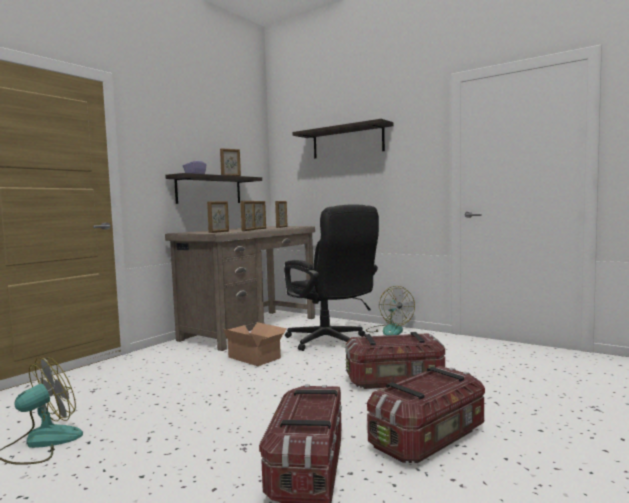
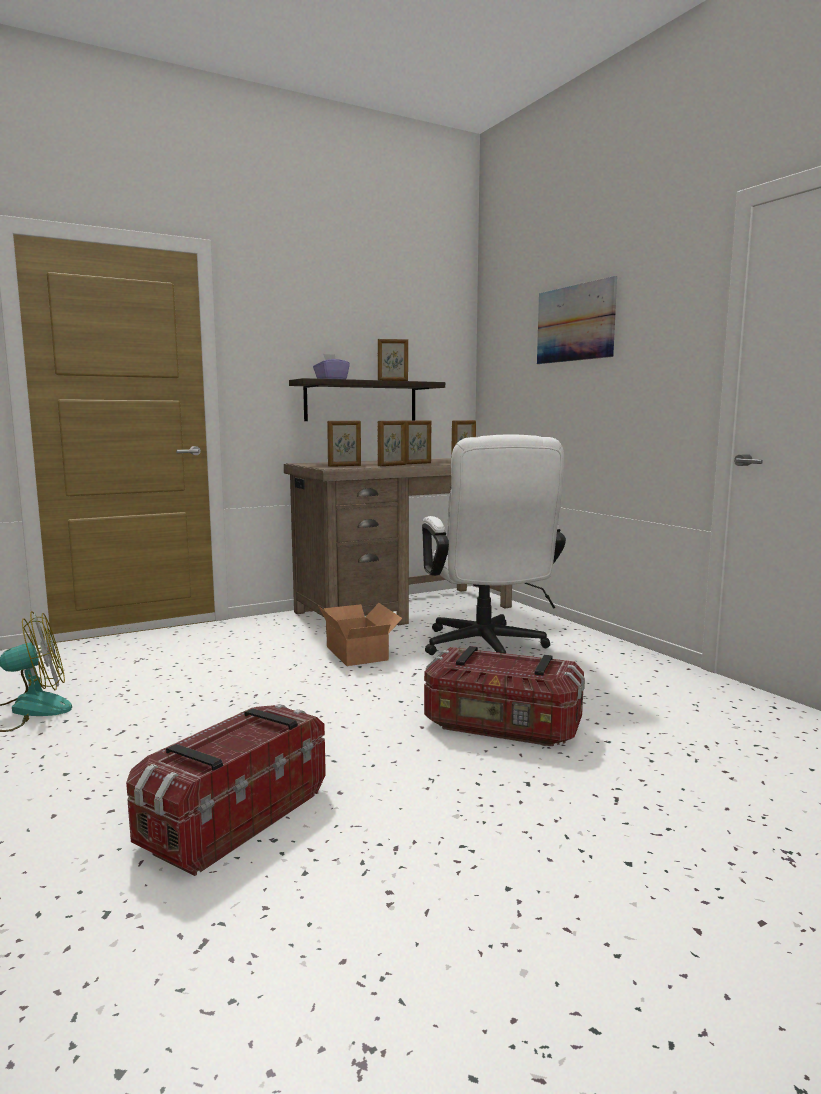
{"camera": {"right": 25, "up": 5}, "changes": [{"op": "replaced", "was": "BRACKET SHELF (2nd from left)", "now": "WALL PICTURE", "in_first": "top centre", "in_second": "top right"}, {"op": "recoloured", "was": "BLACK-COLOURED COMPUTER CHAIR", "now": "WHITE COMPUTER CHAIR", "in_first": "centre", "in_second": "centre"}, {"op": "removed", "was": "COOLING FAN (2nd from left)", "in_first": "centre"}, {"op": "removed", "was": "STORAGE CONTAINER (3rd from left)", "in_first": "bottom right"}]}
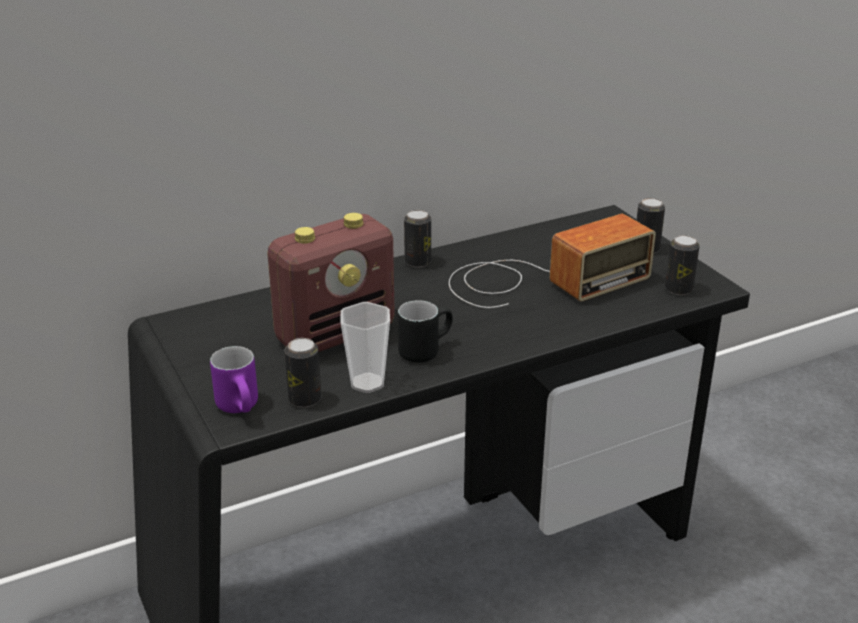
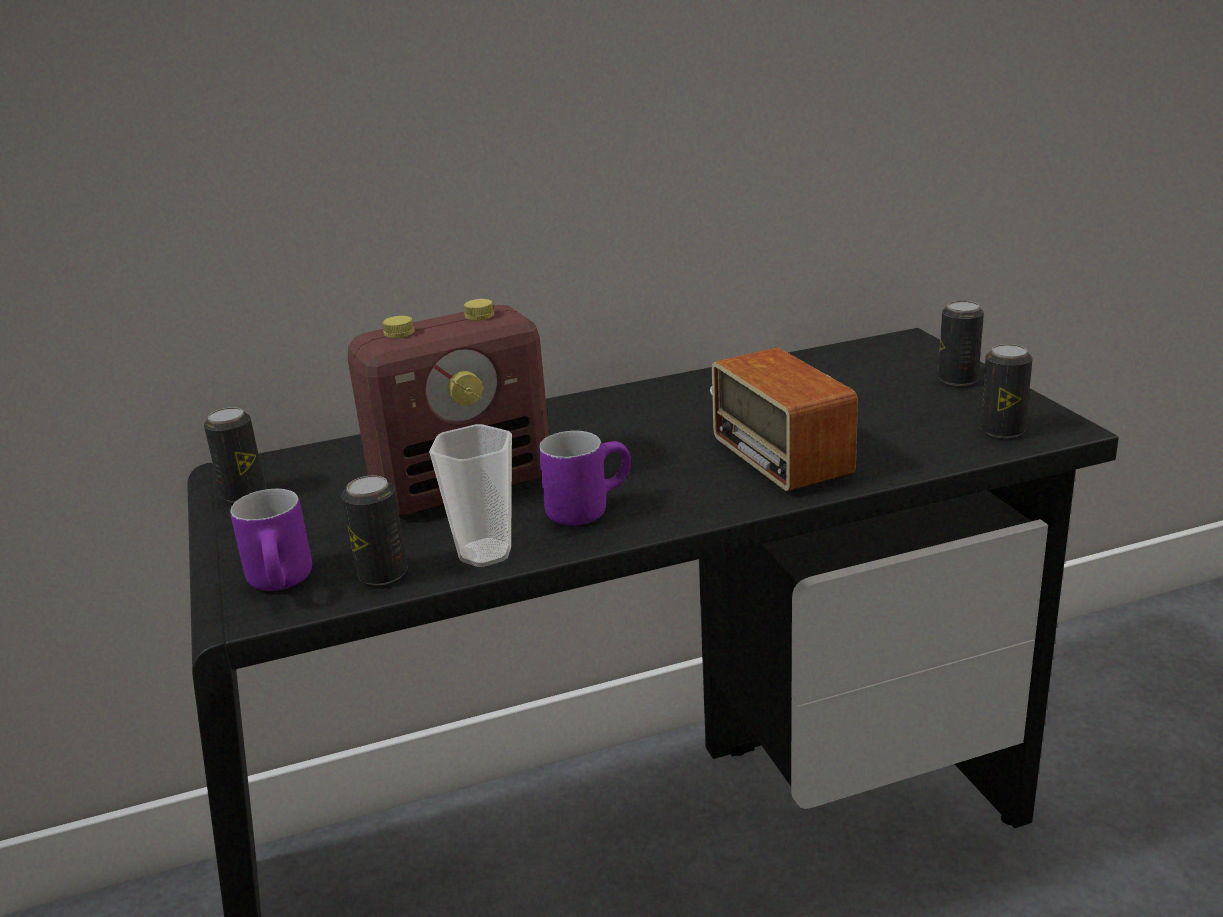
{"camera": {"right": 10, "up": -5}, "changes": [{"op": "moved", "was": "METAL CAN (2nd from left in the first image)", "now": "METAL CAN (1st from left)", "in_first": "centre", "in_second": "middle left"}, {"op": "turned", "was": "RADIO (2nd from left)", "in_first": "centre", "in_second": "centre", "clockwise": 90}, {"op": "recoloured", "was": "BLACK-COLOURED TEA MUG", "now": "PURPLE-COLOURED TEA MUG (2nd from left)", "in_first": "centre", "in_second": "centre"}]}
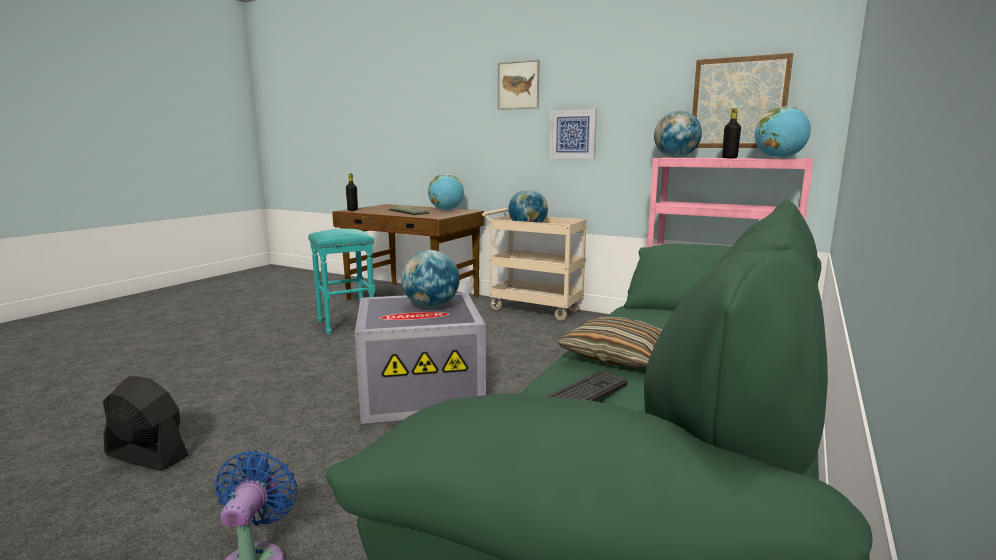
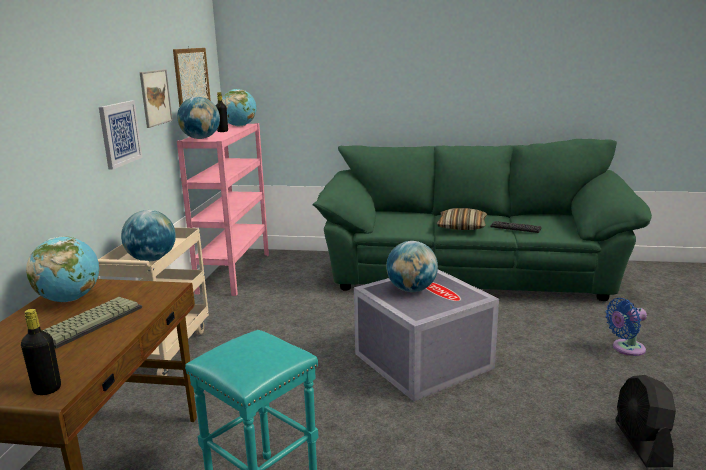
{"camera": {"right": -110, "up": 5}, "changes": [{"op": "moved", "was": "WALL PICTURE (1st from left in the first image)", "now": "WALL PICTURE (2nd from left)", "in_first": "top centre", "in_second": "top left"}]}
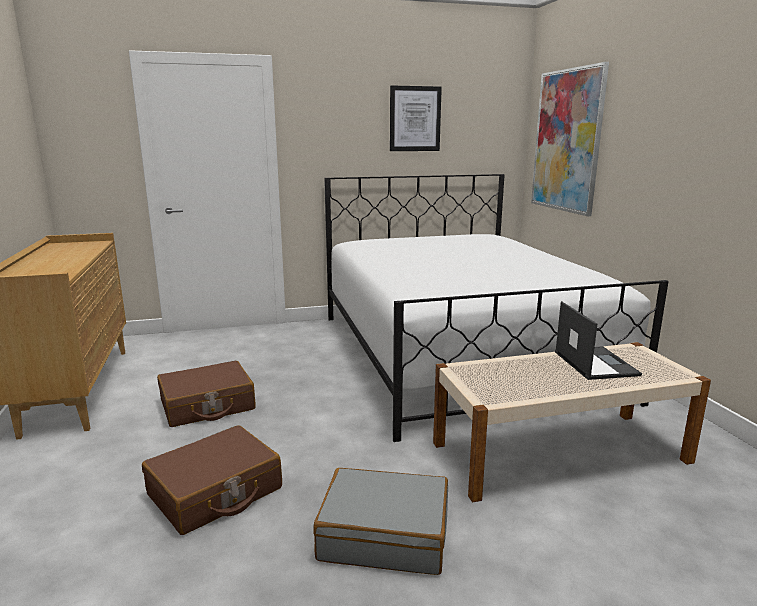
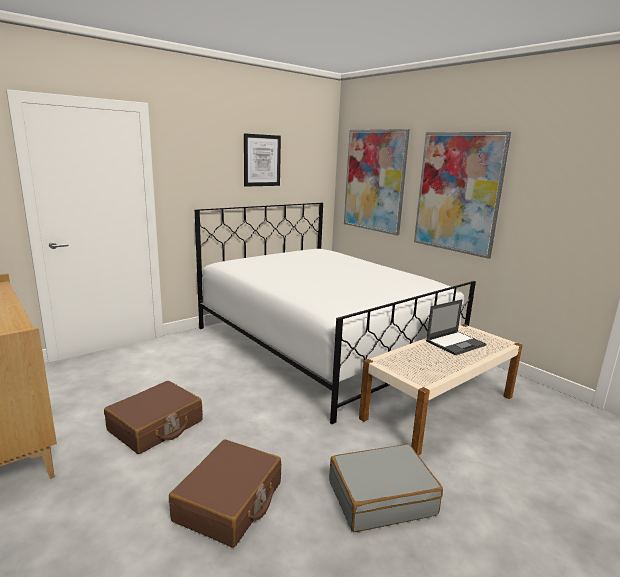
{"camera": {"right": -25, "up": 0}, "changes": [{"op": "turned", "was": "LAPTOP", "in_first": "middle right", "in_second": "middle right", "clockwise": 90}, {"op": "added", "now": "WALL PICTURE (3rd from left)", "in_second": "middle right"}]}
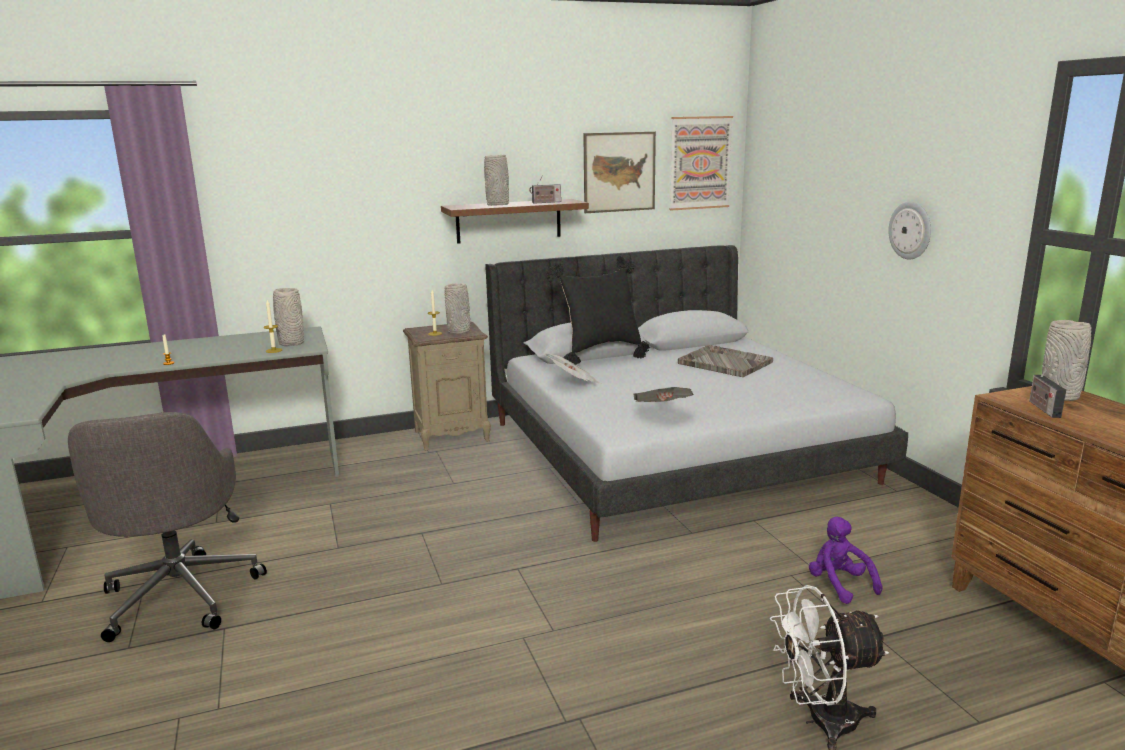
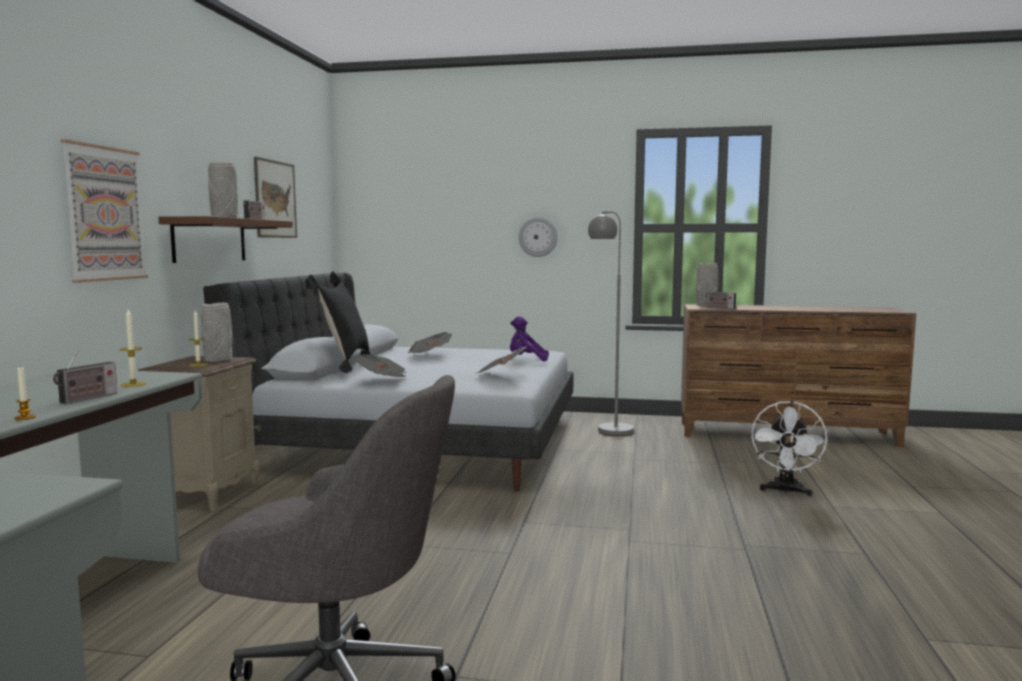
{"camera": {"right": -60, "up": -10}, "changes": [{"op": "moved", "was": "WALL PICTURE (2nd from left in the first image)", "now": "WALL PICTURE (1st from left)", "in_first": "top centre", "in_second": "top left"}, {"op": "removed", "was": "GREY VASE (1st from left)", "in_first": "middle left"}, {"op": "replaced", "was": "GREY TRAY", "now": "PRINTED PAPER (2nd from left)", "in_first": "centre", "in_second": "centre"}, {"op": "moved", "was": "PURPLE-COLOURED PLUSH TOY", "in_first": "bottom right", "in_second": "centre"}, {"op": "added", "now": "GREY FLOOR LAMP", "in_second": "centre"}, {"op": "added", "now": "RADIO (1st from left)", "in_second": "middle left"}]}
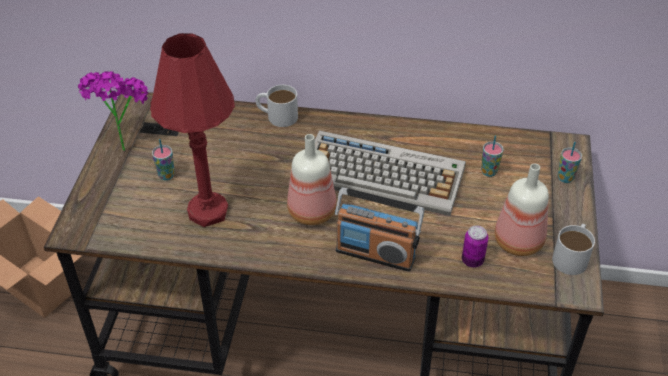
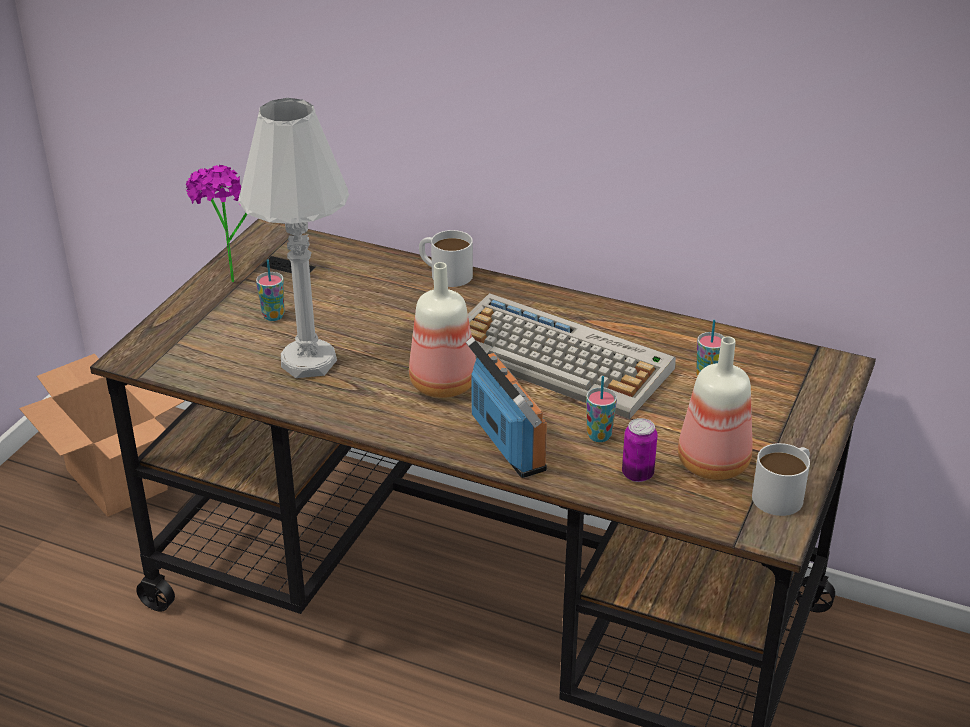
{"camera": {"right": 15, "up": -10}, "changes": [{"op": "recoloured", "was": "REDDISH LAMP FOR A TABLE", "now": "WHITE LAMP FOR A TABLE", "in_first": "middle left", "in_second": "top left"}, {"op": "moved", "was": "CUP (3rd from left in the first image)", "now": "CUP (2nd from left)", "in_first": "middle right", "in_second": "centre"}, {"op": "turned", "was": "RADIO", "in_first": "centre", "in_second": "centre", "clockwise": -150}]}
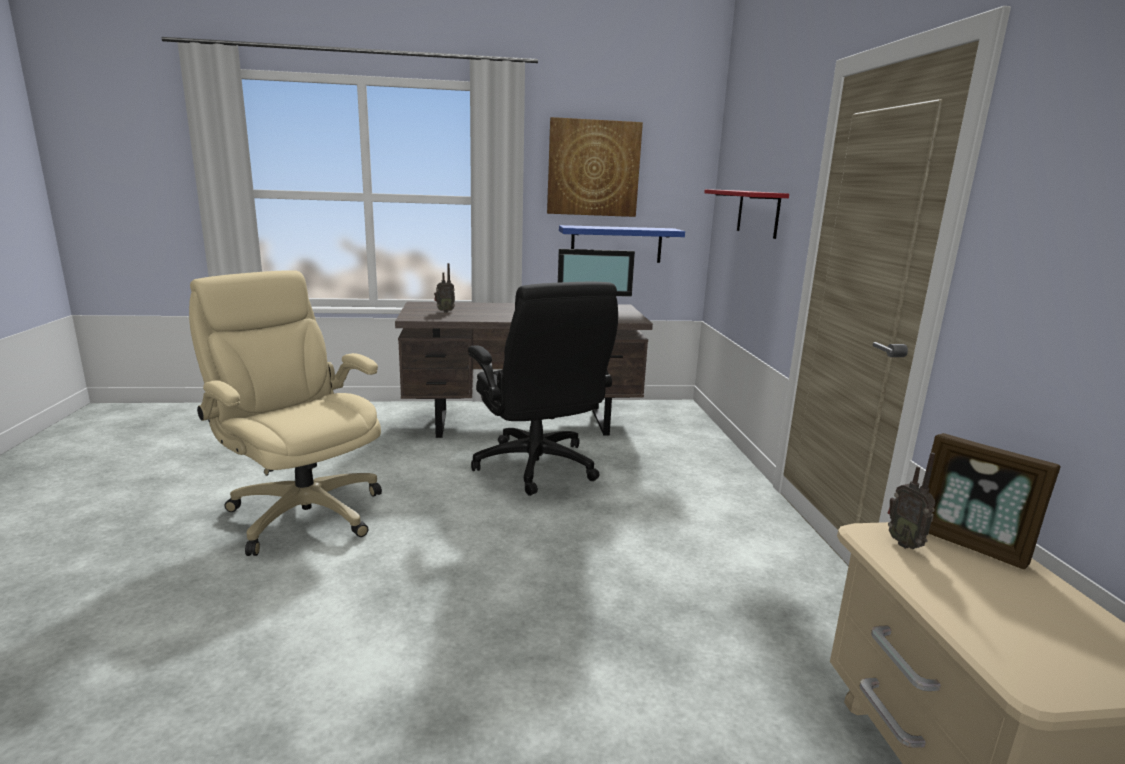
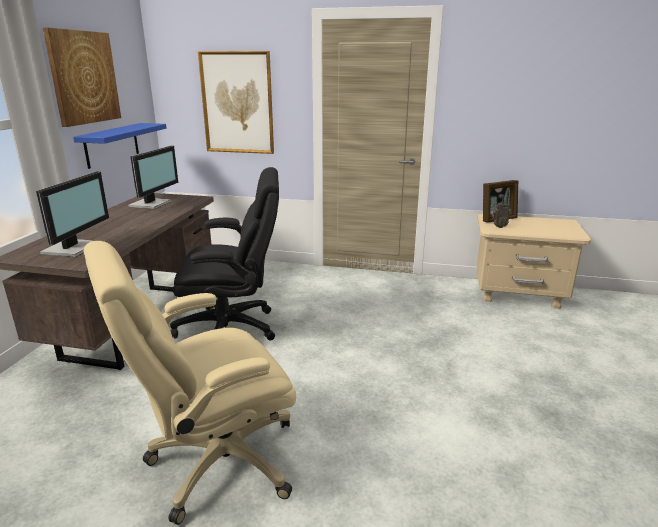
{"camera": {"right": -70, "up": 5}, "changes": [{"op": "replaced", "was": "REDDISH BRACKET SHELF", "now": "WALL PICTURE (2nd from left)", "in_first": "top centre", "in_second": "top centre"}, {"op": "replaced", "was": "RADIO (1st from left)", "now": "COMPUTER SCREEN (1st from left)", "in_first": "centre", "in_second": "middle left"}]}
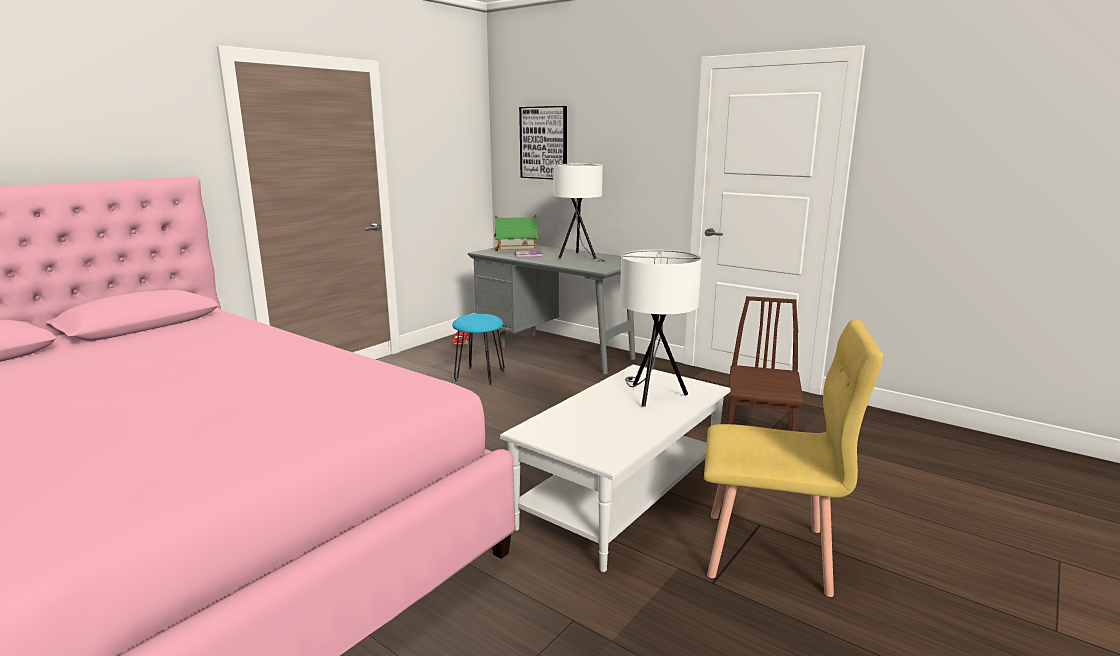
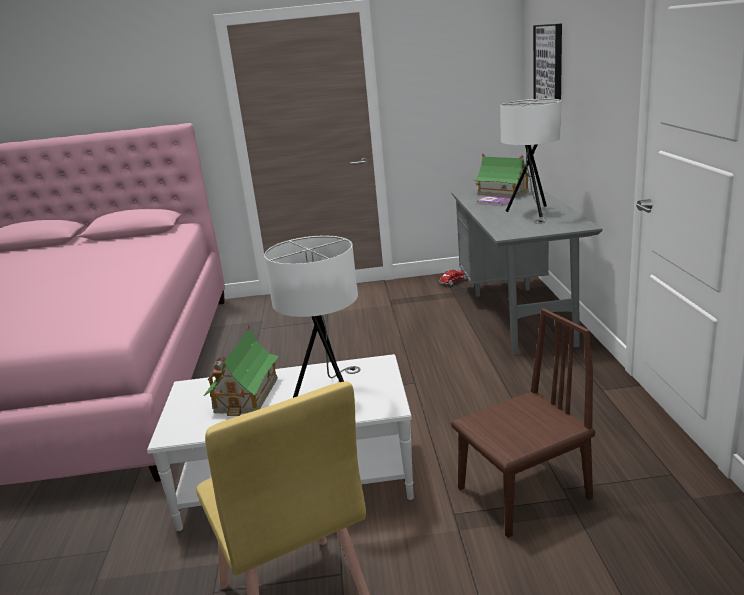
{"camera": {"right": 50, "up": 5}, "changes": [{"op": "removed", "was": "BLUE-GREEN SITTING STOOL", "in_first": "centre"}, {"op": "added", "now": "MODEL HOUSE (1st from left)", "in_second": "middle left"}]}
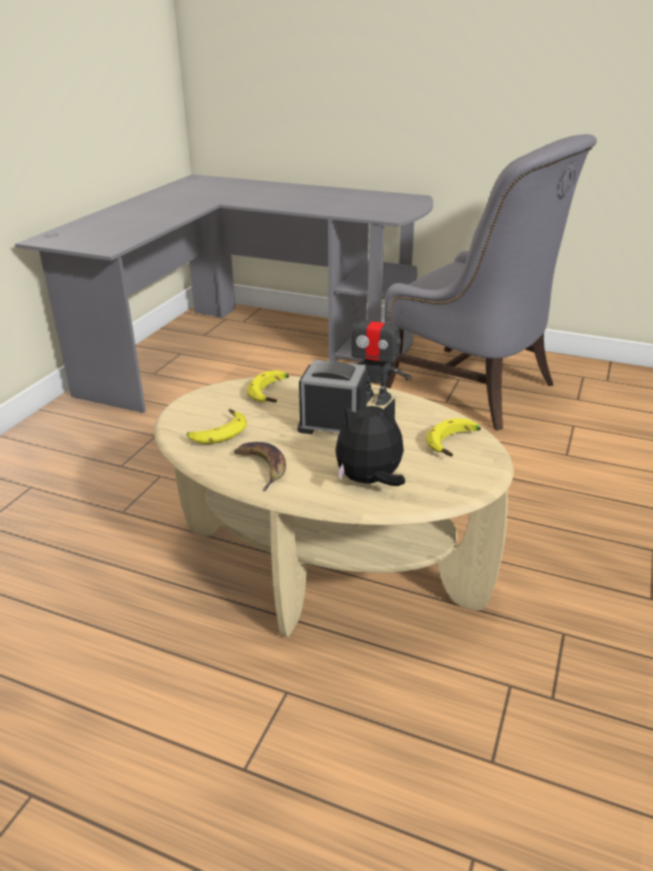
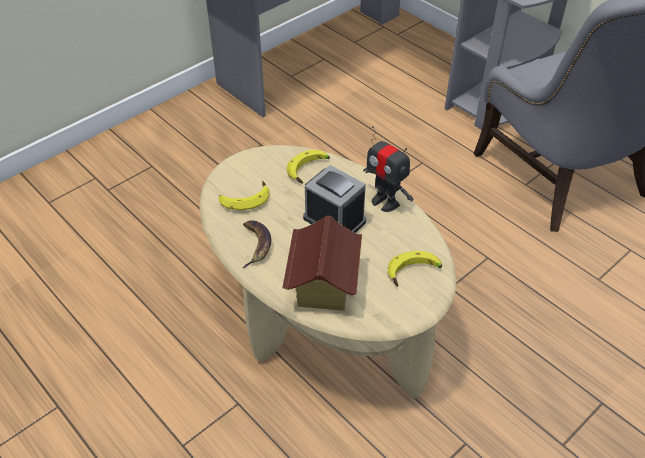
{"camera": {"right": 25, "up": 15}, "changes": [{"op": "replaced", "was": "PLUSH TOY", "now": "MODEL HOUSE", "in_first": "centre", "in_second": "centre"}]}
